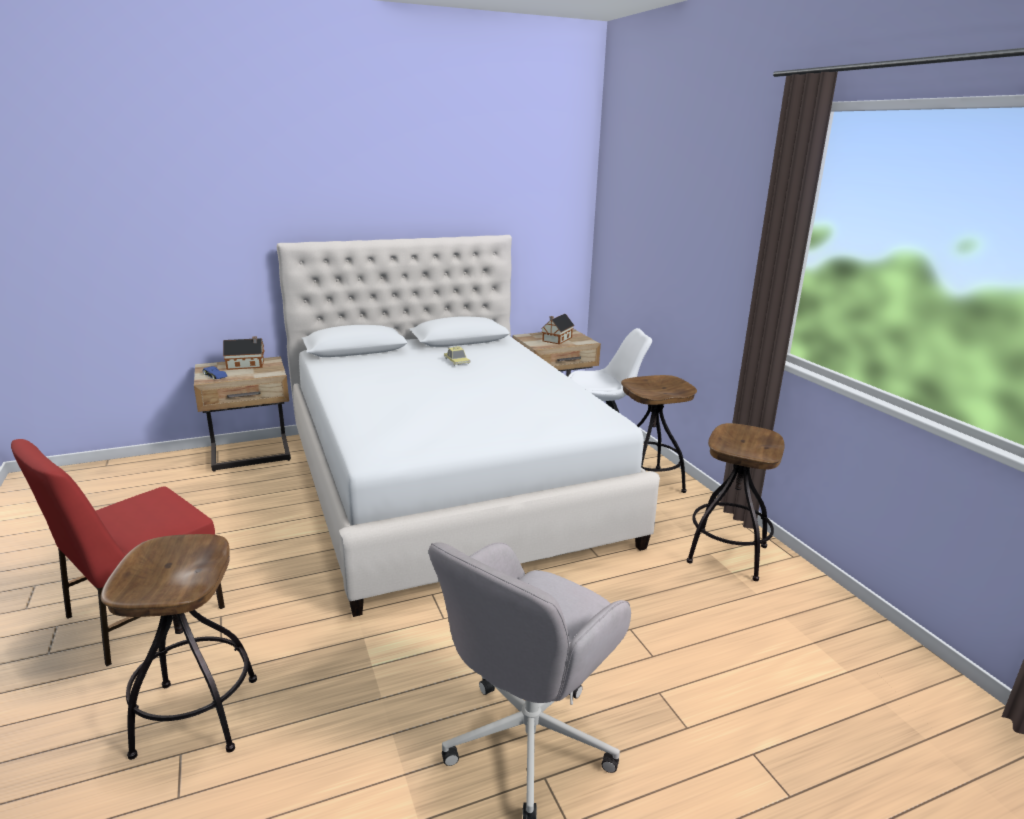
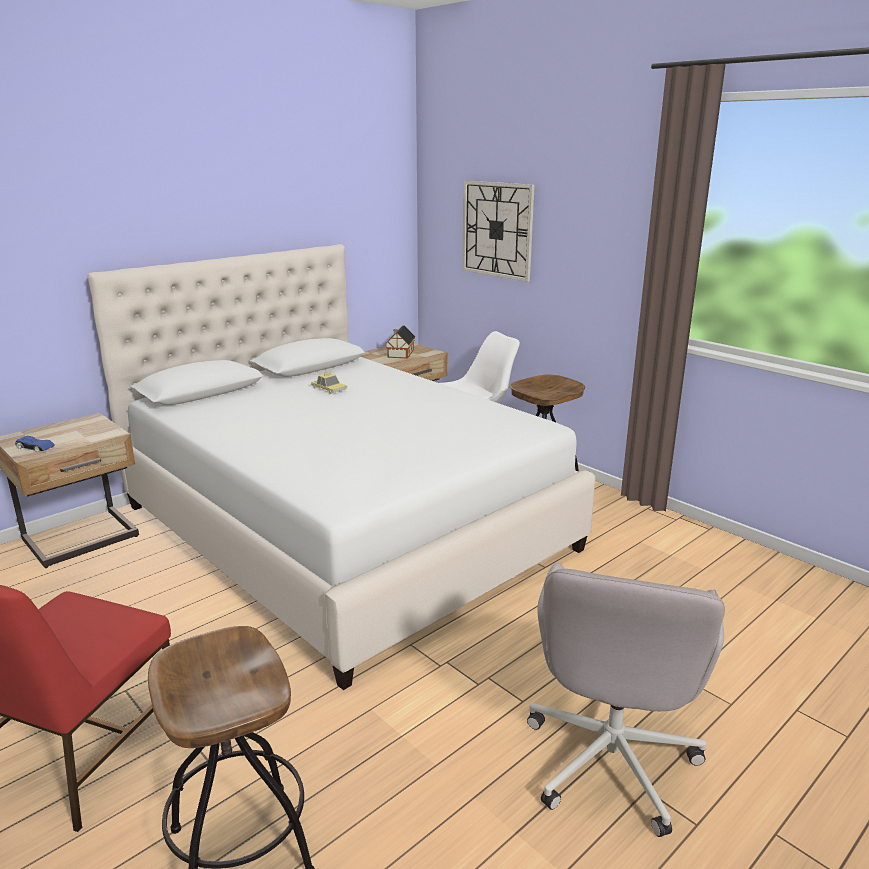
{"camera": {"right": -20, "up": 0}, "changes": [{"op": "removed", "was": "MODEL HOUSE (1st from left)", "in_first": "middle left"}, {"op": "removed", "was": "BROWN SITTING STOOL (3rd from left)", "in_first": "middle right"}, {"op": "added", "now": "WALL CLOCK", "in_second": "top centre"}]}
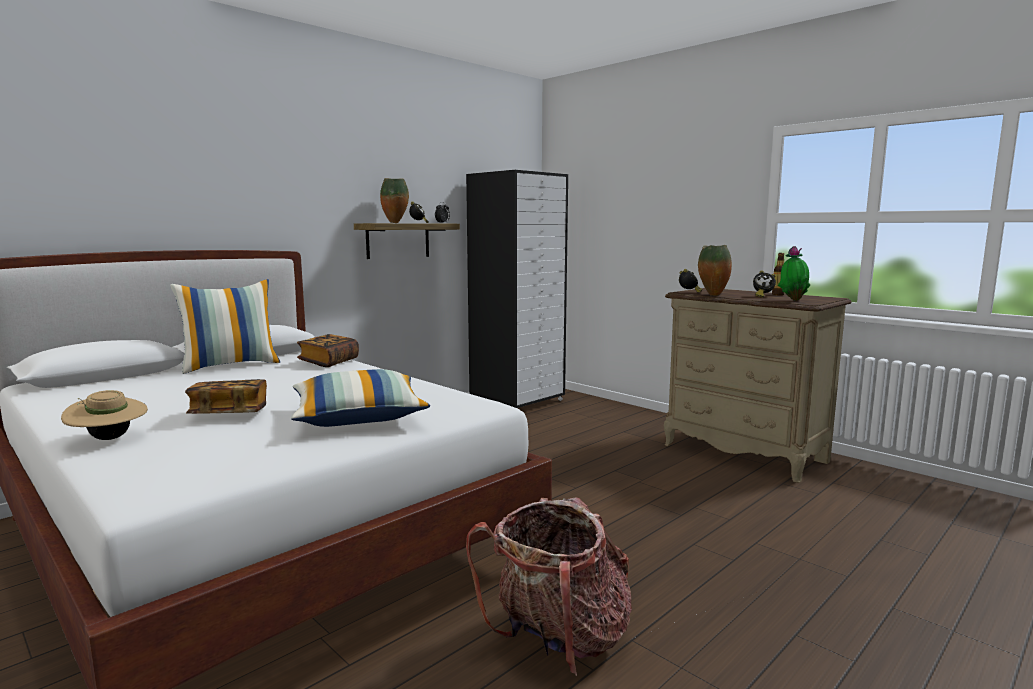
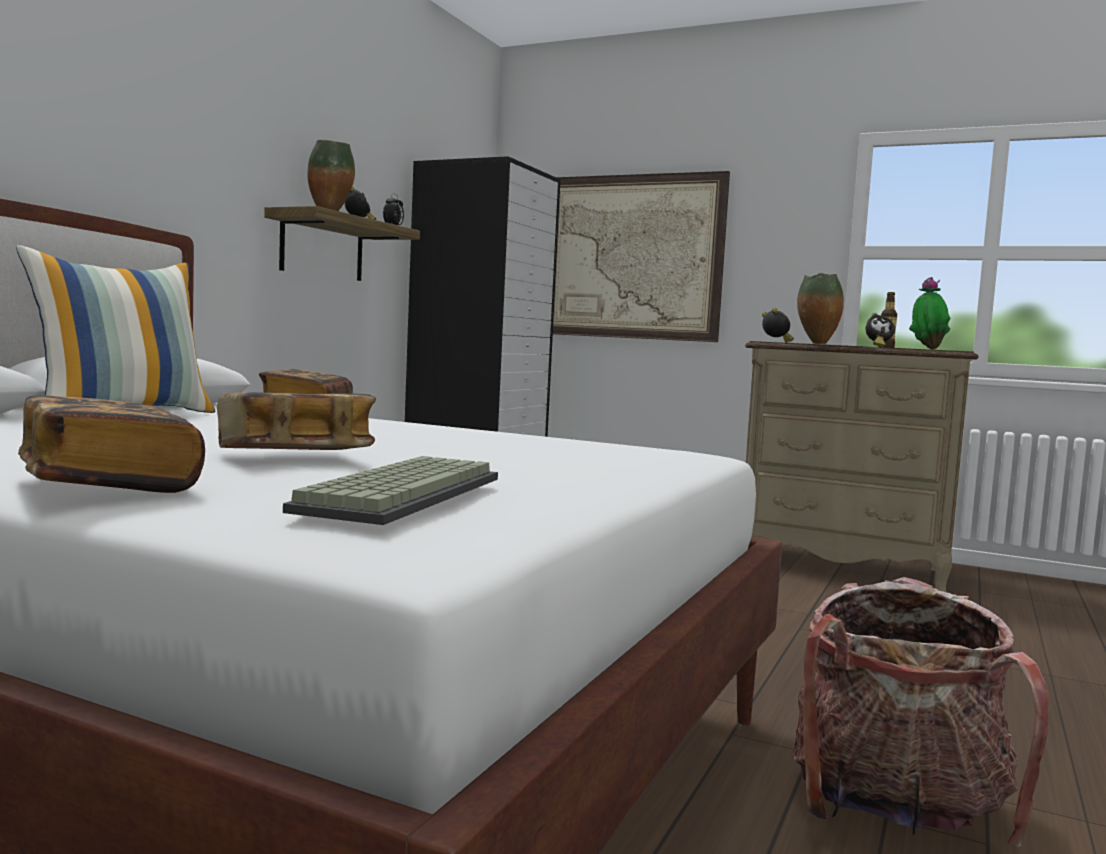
{"camera": {"right": -20, "up": -5}, "changes": [{"op": "removed", "was": "PILLOW (2nd from left)", "in_first": "centre"}, {"op": "replaced", "was": "SAND-COLOURED HAT", "now": "VOLUME (1st from left)", "in_first": "middle left", "in_second": "middle left"}, {"op": "added", "now": "WALL PICTURE", "in_second": "top centre"}, {"op": "added", "now": "COMPUTER KEYBOARD", "in_second": "centre"}]}
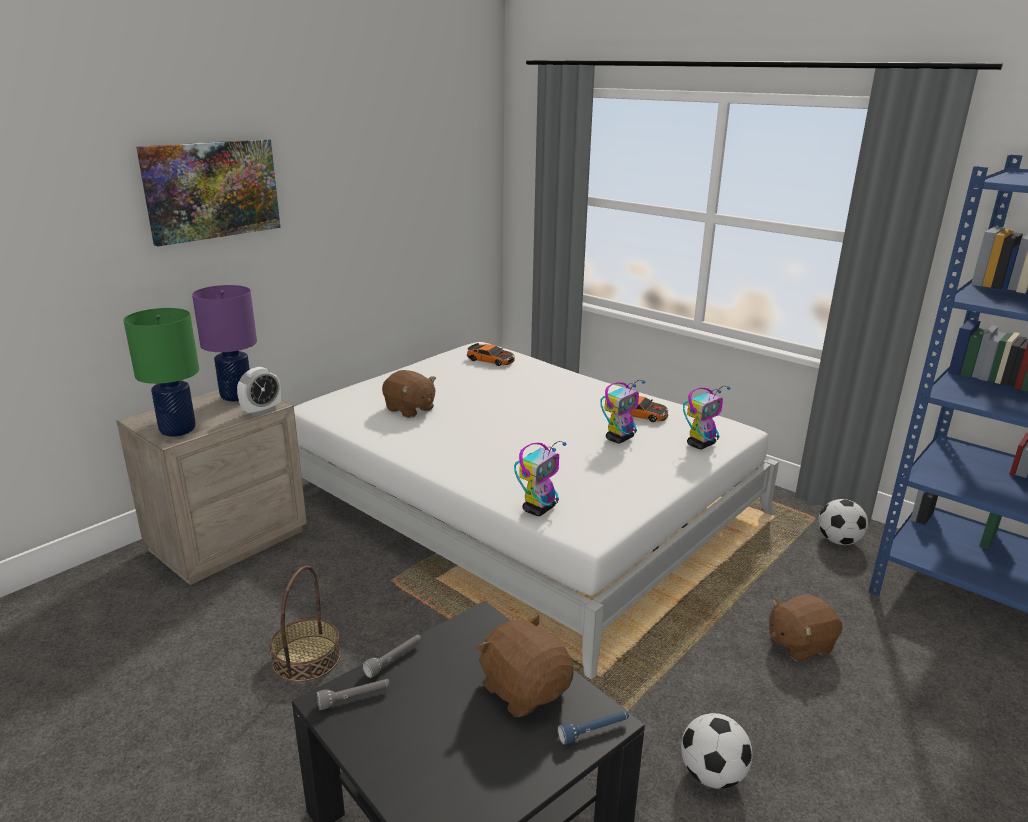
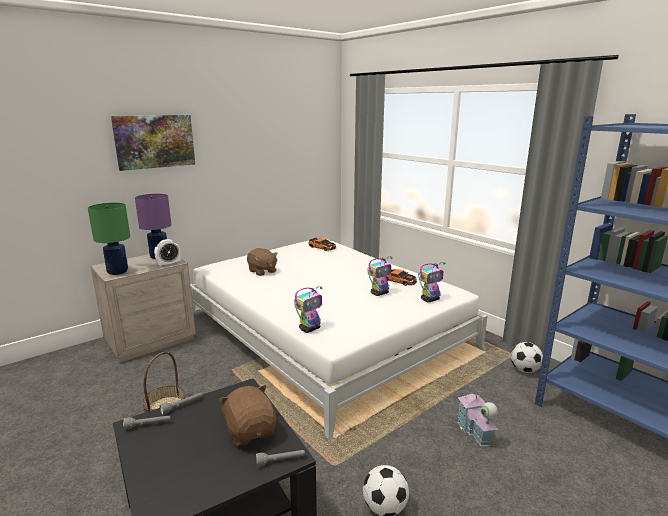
{"camera": {"right": 10, "up": -5}, "changes": [{"op": "replaced", "was": "BROWN PLUSH TOY (3rd from left)", "now": "MODEL HOUSE", "in_first": "bottom right", "in_second": "bottom right"}, {"op": "recoloured", "was": "BLUISH TORCH", "now": "GREY TORCH (3rd from left)", "in_first": "bottom centre", "in_second": "bottom centre"}]}
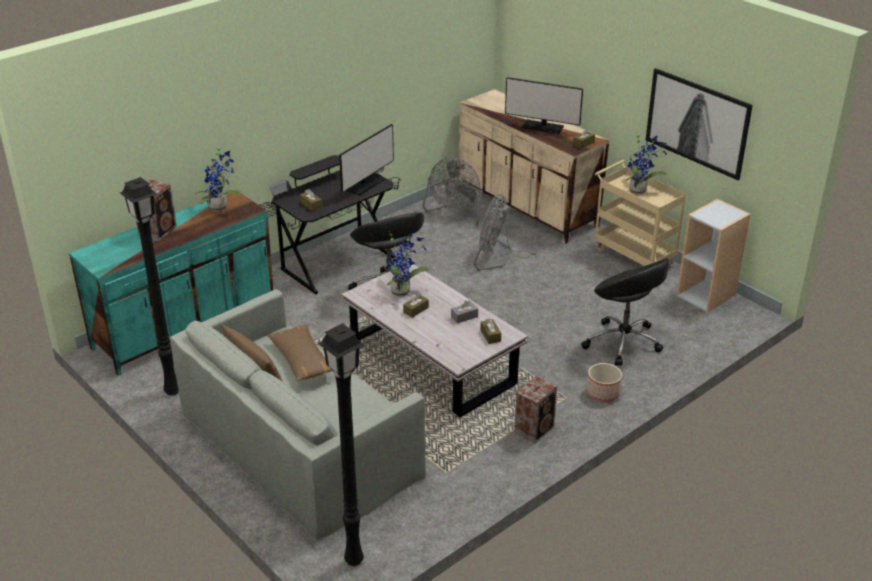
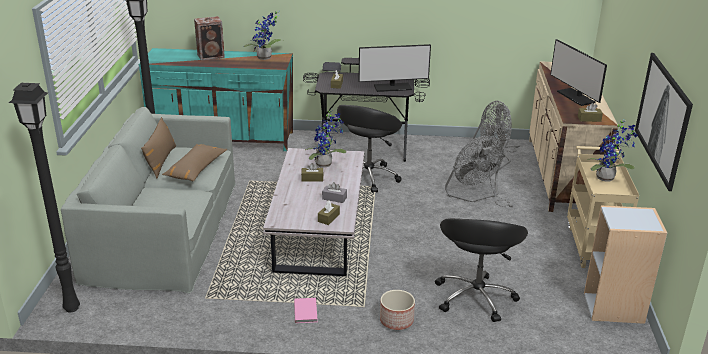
{"camera": {"right": 45, "up": -5}, "changes": [{"op": "replaced", "was": "AUDIO SPEAKER (2nd from left)", "now": "PINK-COLOURED VOLUME", "in_first": "bottom centre", "in_second": "bottom centre"}]}
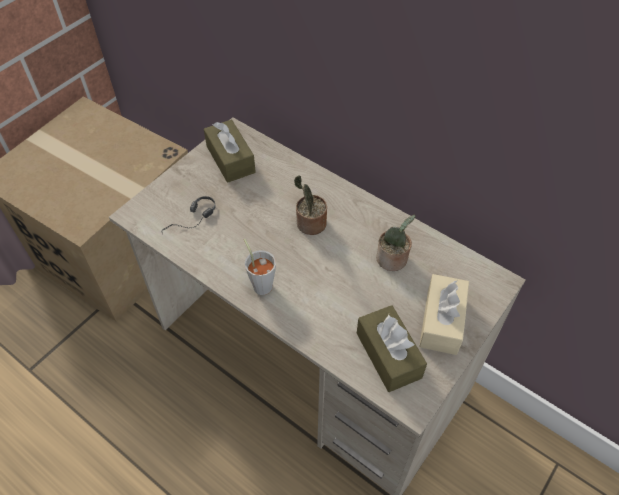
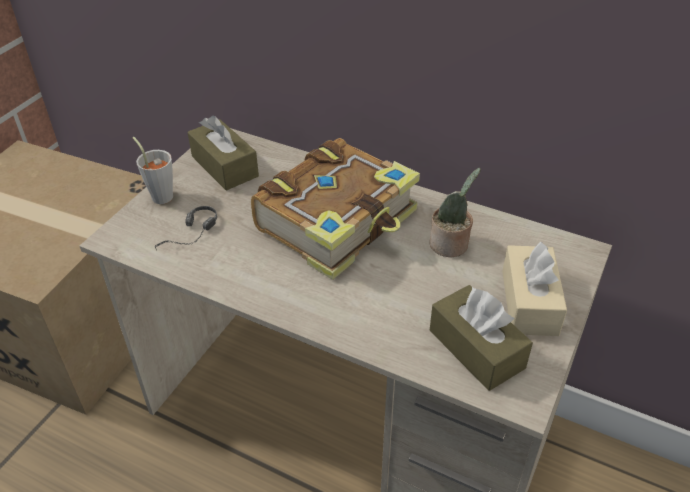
{"camera": {"right": -10, "up": -10}, "changes": [{"op": "replaced", "was": "HOUSEPLANT (1st from left)", "now": "VOLUME", "in_first": "centre", "in_second": "centre"}, {"op": "moved", "was": "GREY CUP", "in_first": "centre", "in_second": "middle left"}]}
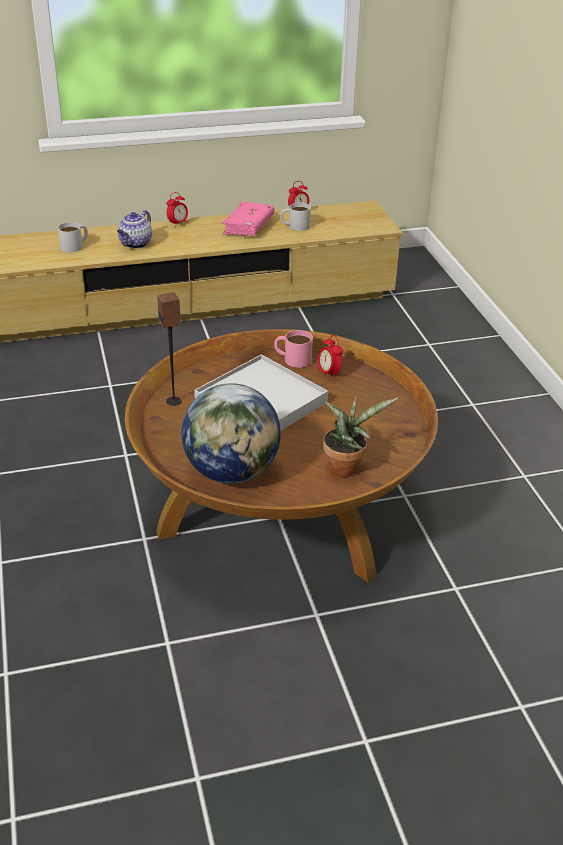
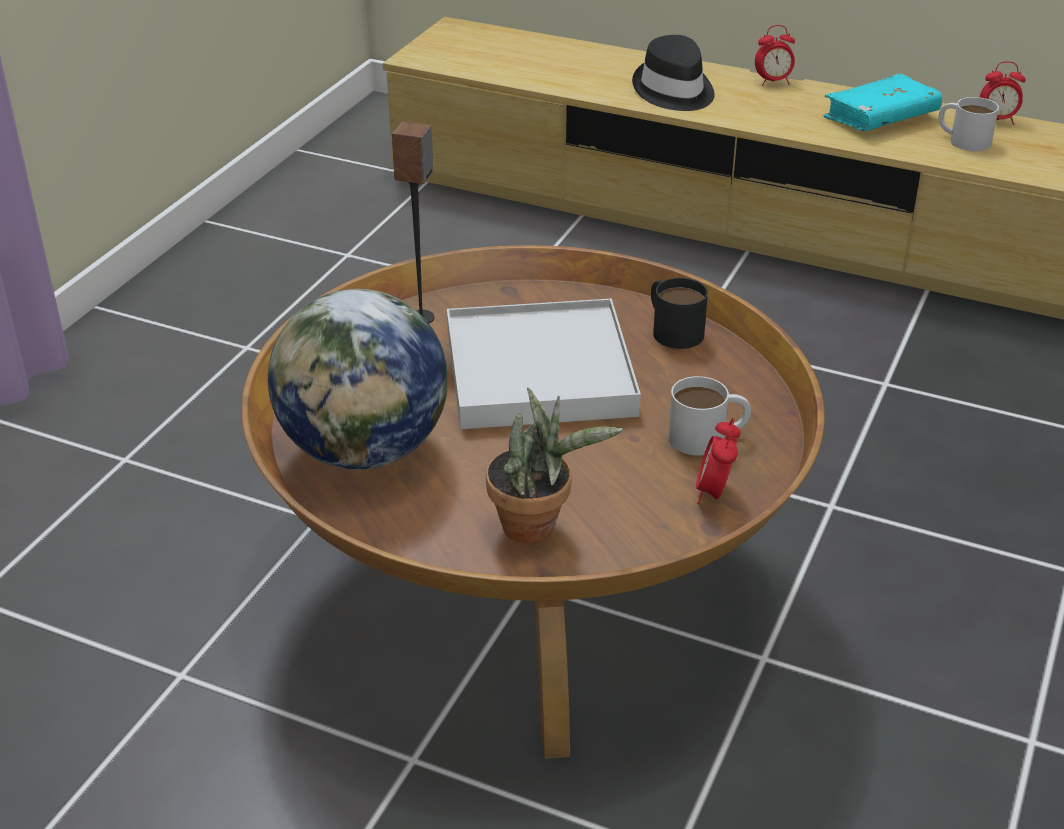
{"camera": {"right": 40, "up": 0}, "changes": [{"op": "recoloured", "was": "PINK-COLOURED VOLUME", "now": "BLUE-GREEN VOLUME", "in_first": "top centre", "in_second": "top right"}, {"op": "replaced", "was": "TEAPOT", "now": "BLACK-COLOURED HAT", "in_first": "top left", "in_second": "top centre"}, {"op": "moved", "was": "WHITE TEA MUG (1st from left)", "in_first": "top left", "in_second": "centre"}, {"op": "recoloured", "was": "PINK-COLOURED TEA MUG", "now": "BLACK-COLOURED TEA MUG", "in_first": "centre", "in_second": "centre"}, {"op": "moved", "was": "ALARM CLOCK (3rd from left in the first image)", "now": "ALARM CLOCK (1st from left)", "in_first": "centre", "in_second": "middle right"}]}
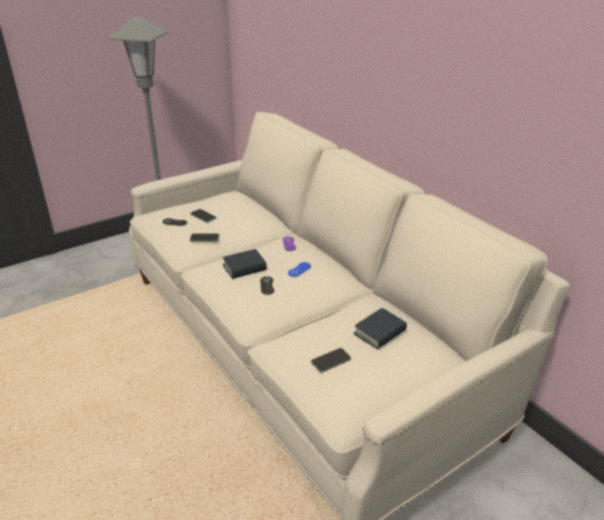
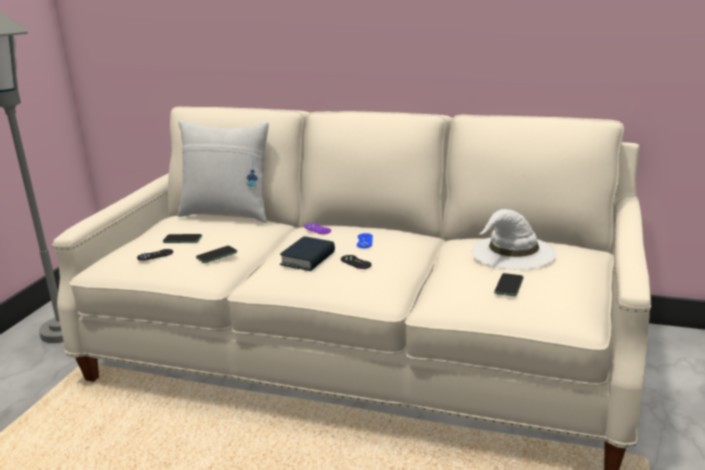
{"camera": {"right": -35, "up": -10}, "changes": [{"op": "replaced", "was": "VOLUME (2nd from left)", "now": "WHITE HAT", "in_first": "centre", "in_second": "middle right"}, {"op": "added", "now": "GREY PILLOW", "in_second": "middle left"}]}
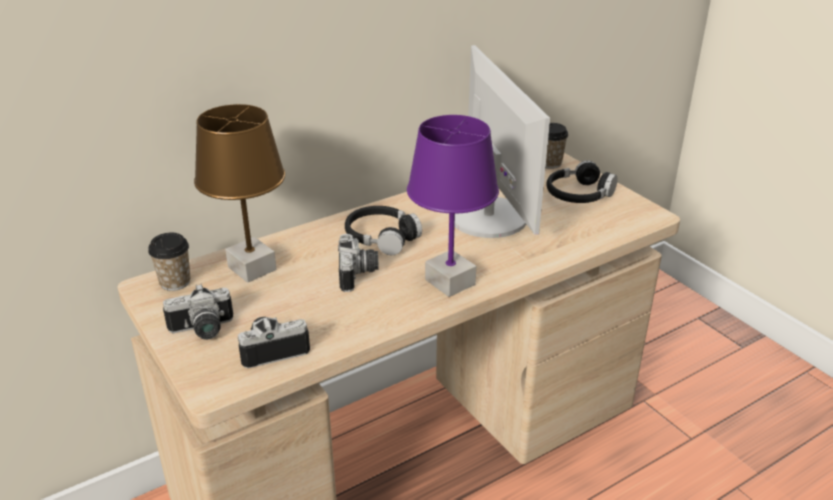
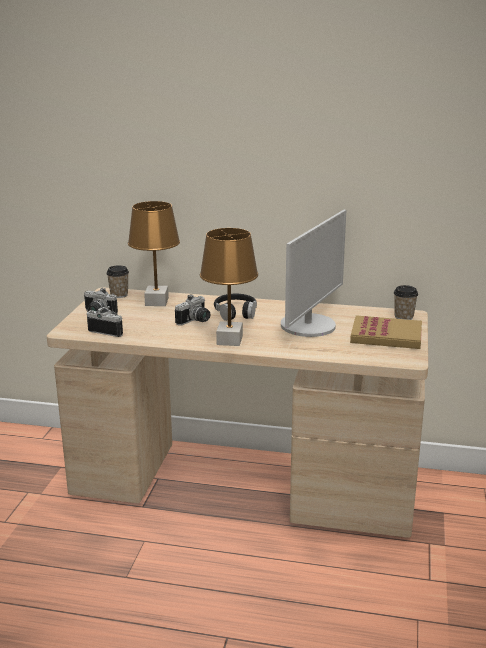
{"camera": {"right": 45, "up": -10}, "changes": [{"op": "recoloured", "was": "PURPLE-COLOURED LAMP FOR A TABLE", "now": "BROWN LAMP FOR A TABLE (2nd from left)", "in_first": "centre", "in_second": "centre"}, {"op": "replaced", "was": "BLACK-COLOURED PAIR OF HEADPHONES (2nd from left)", "now": "VOLUME", "in_first": "middle right", "in_second": "middle right"}]}
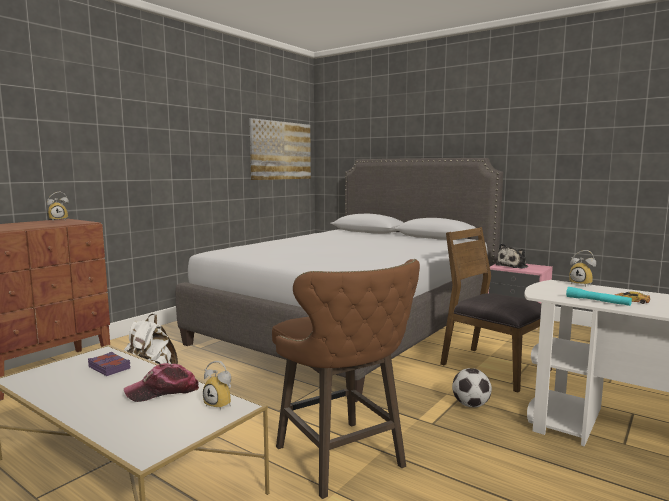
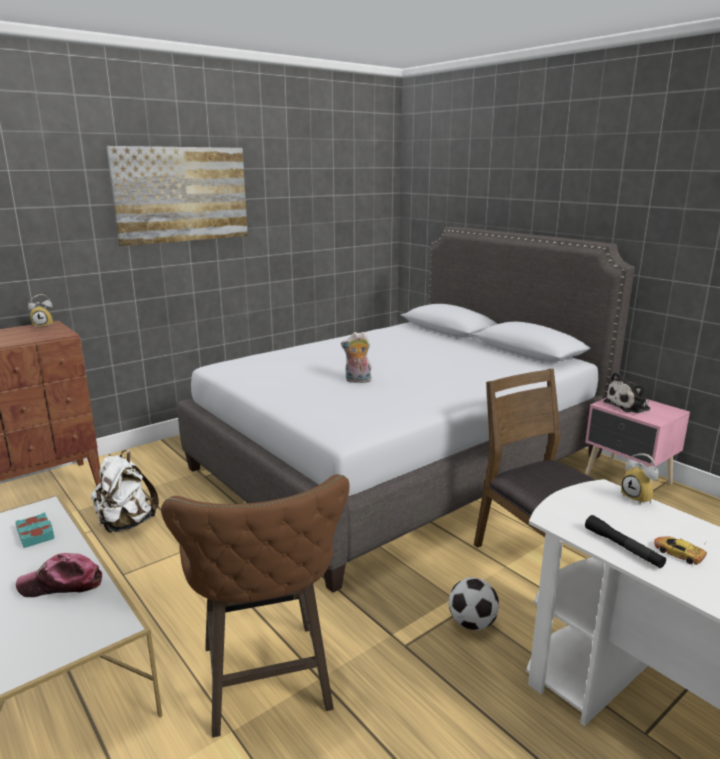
{"camera": {"right": 15, "up": 10}, "changes": [{"op": "moved", "was": "WALL PICTURE", "in_first": "top centre", "in_second": "top left"}, {"op": "recoloured", "was": "BLUE-GREEN TORCH", "now": "BLACK-COLOURED TORCH", "in_first": "middle right", "in_second": "bottom right"}, {"op": "recoloured", "was": "PURPLE-COLOURED VOLUME", "now": "BLUE-GREEN VOLUME", "in_first": "bottom left", "in_second": "bottom left"}, {"op": "removed", "was": "ALARM CLOCK (2nd from left)", "in_first": "bottom left"}, {"op": "added", "now": "PLUSH TOY (1st from left)", "in_second": "centre"}]}
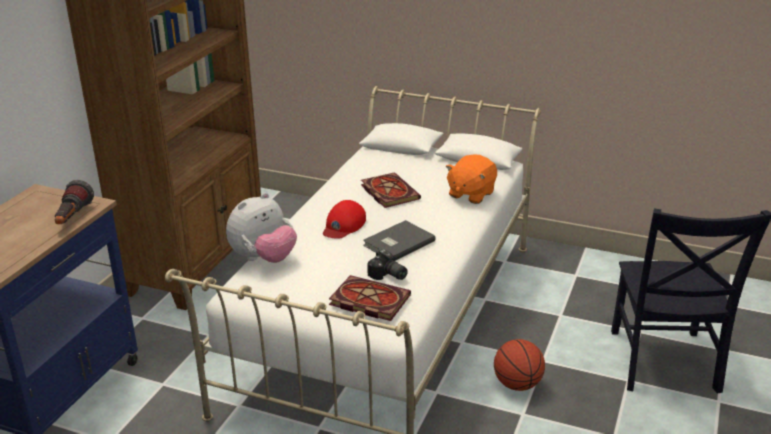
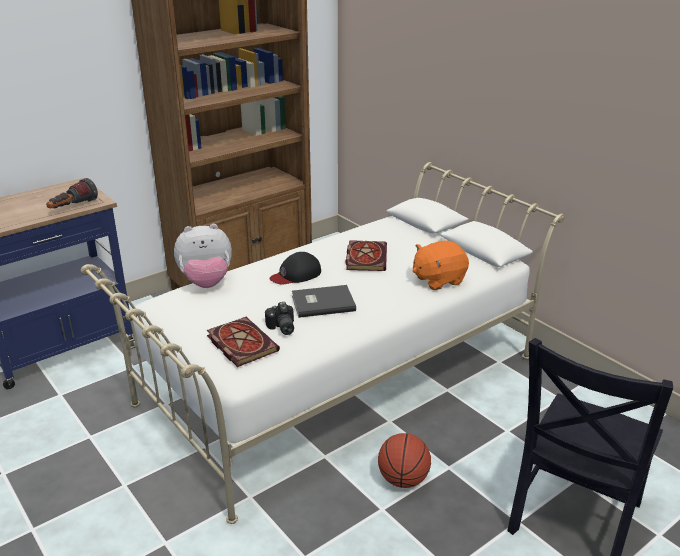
{"camera": {"right": 30, "up": 0}, "changes": [{"op": "recoloured", "was": "REDDISH PEAKED CAP", "now": "BLACK-COLOURED PEAKED CAP", "in_first": "centre", "in_second": "centre"}]}
